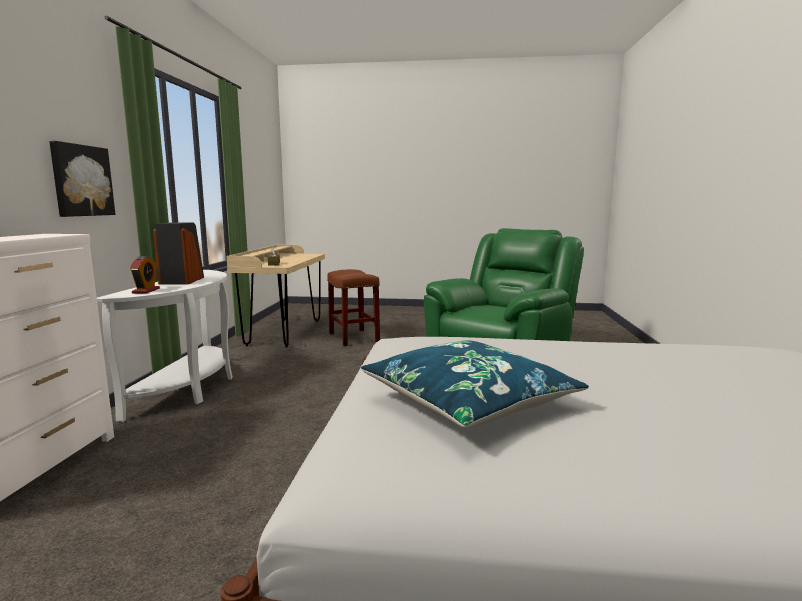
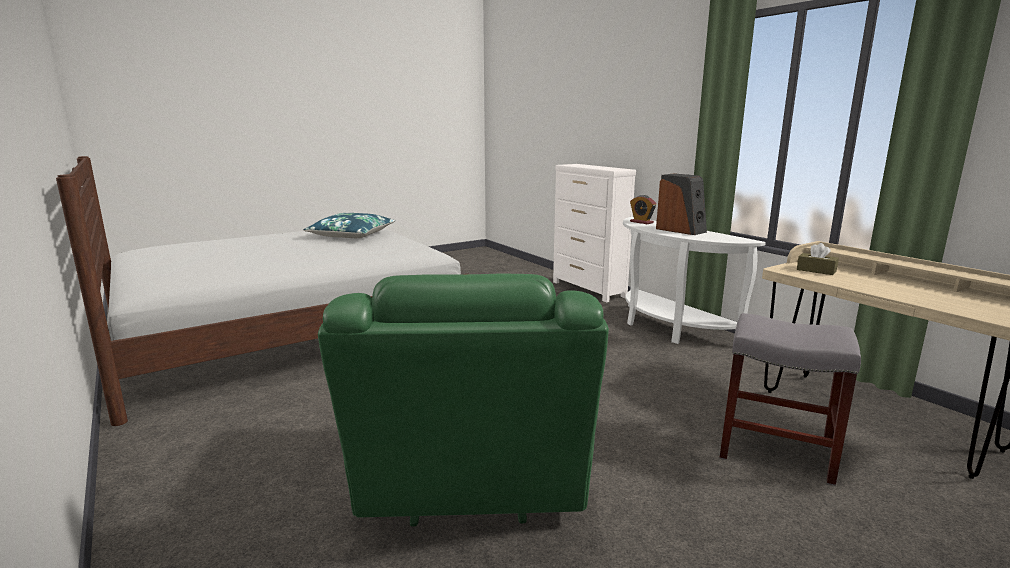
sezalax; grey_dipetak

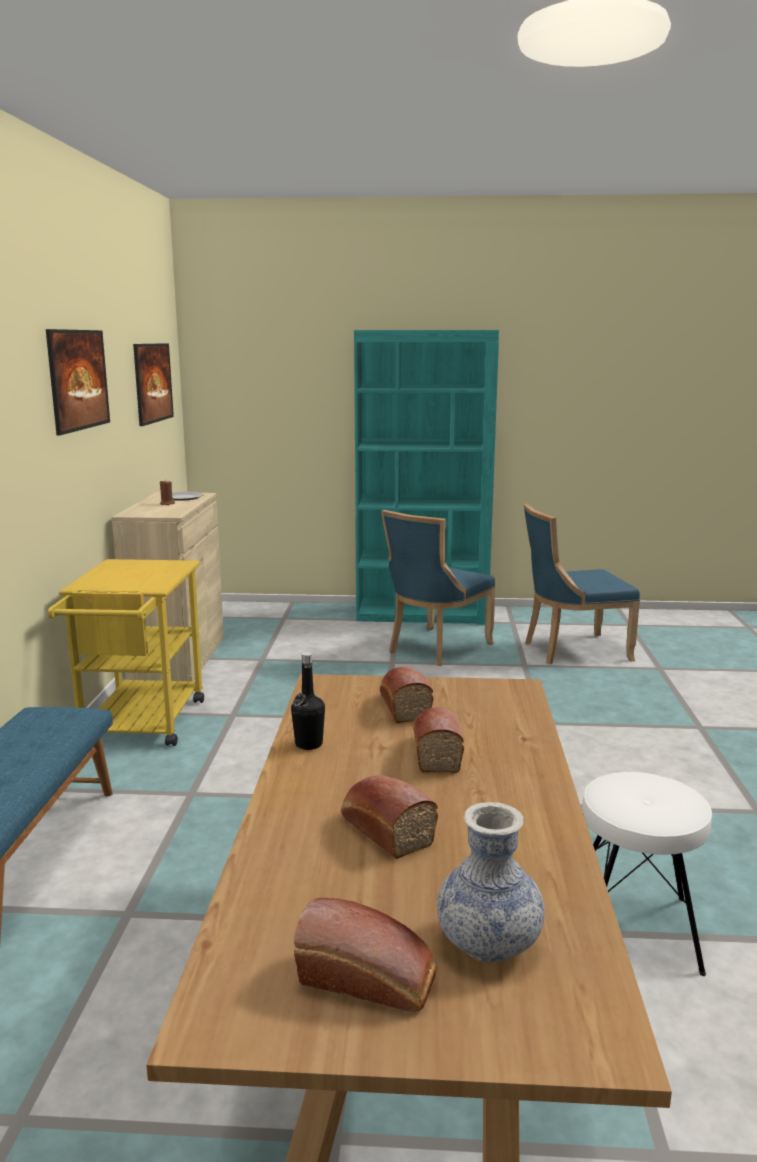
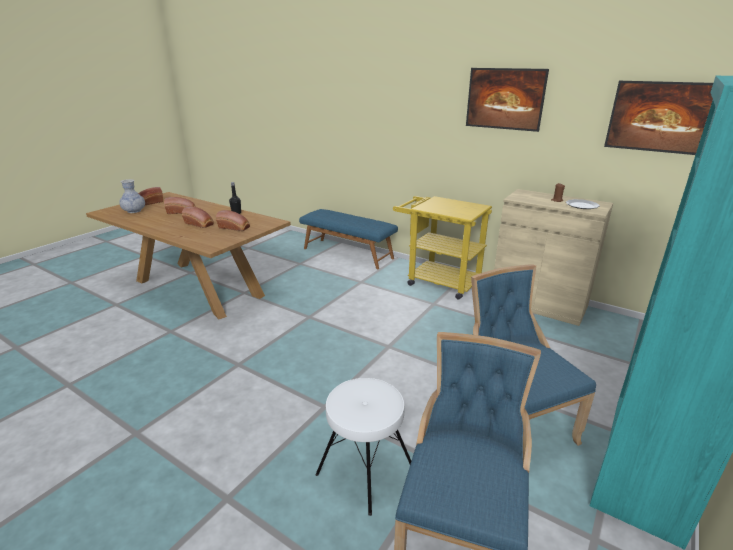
white_dipetak

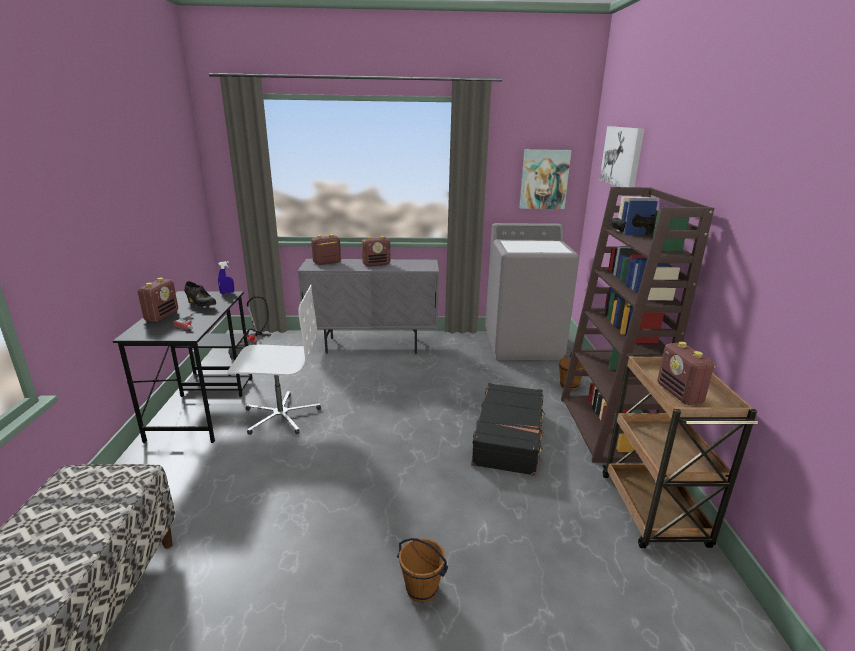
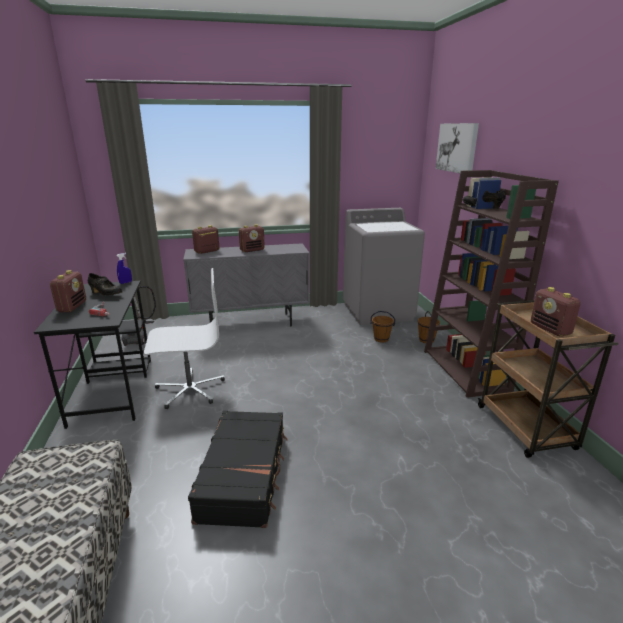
sezalax (1st from left in the first image); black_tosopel; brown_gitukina (1st from left)

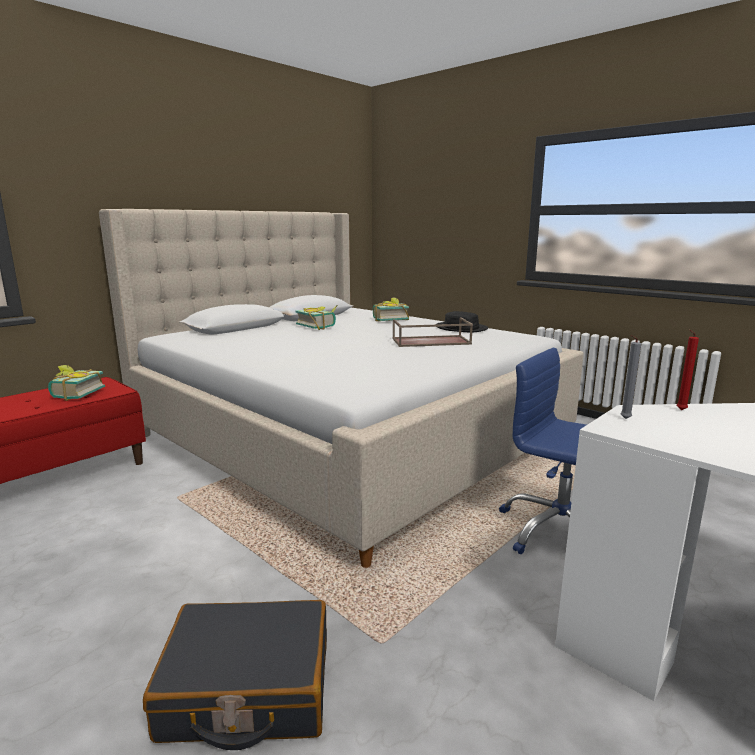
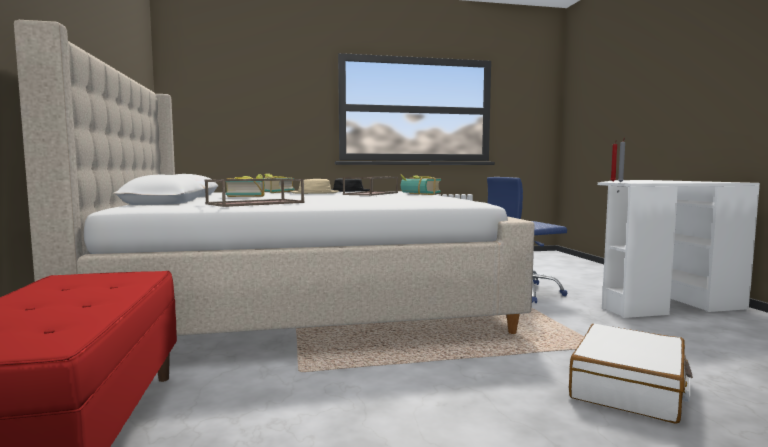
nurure (3rd from left); white_tosopel; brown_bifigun (1st from left); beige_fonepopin

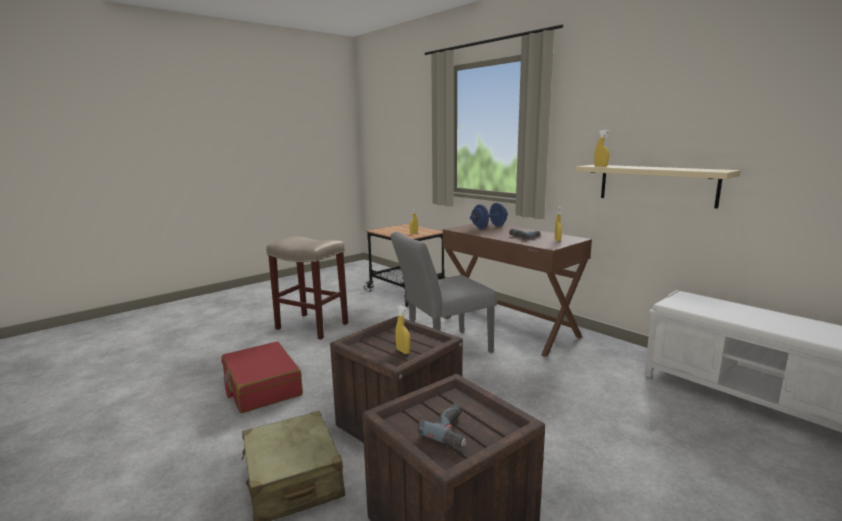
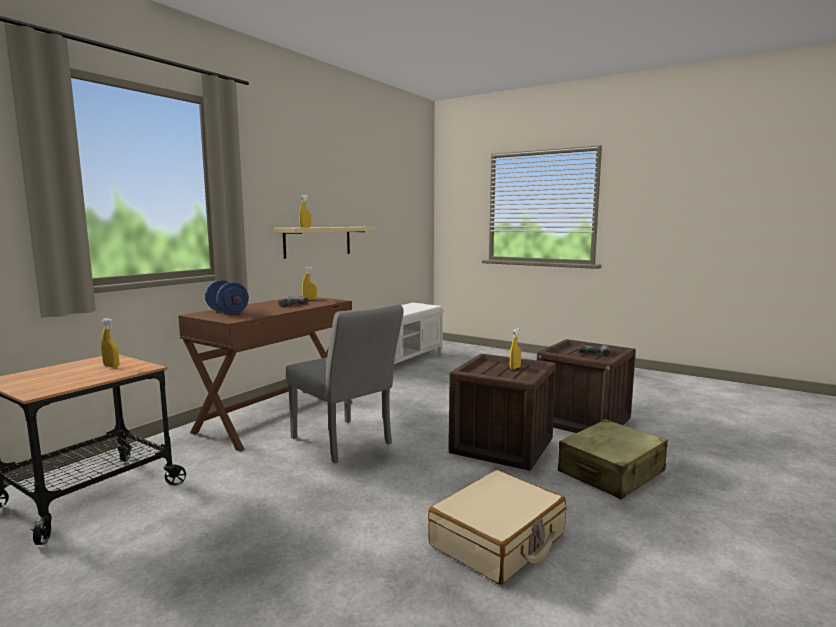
beige_dipetak; beige_tosopel (1st from left)

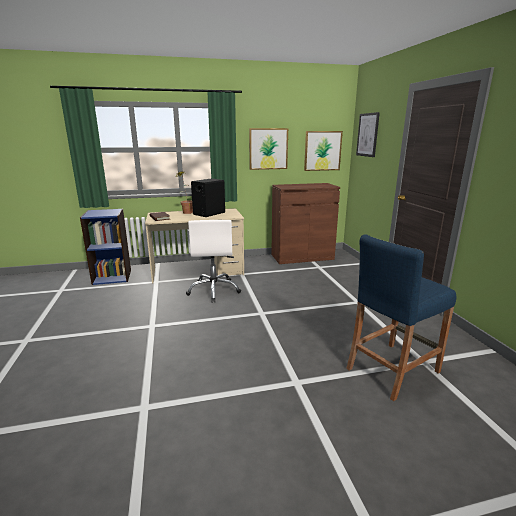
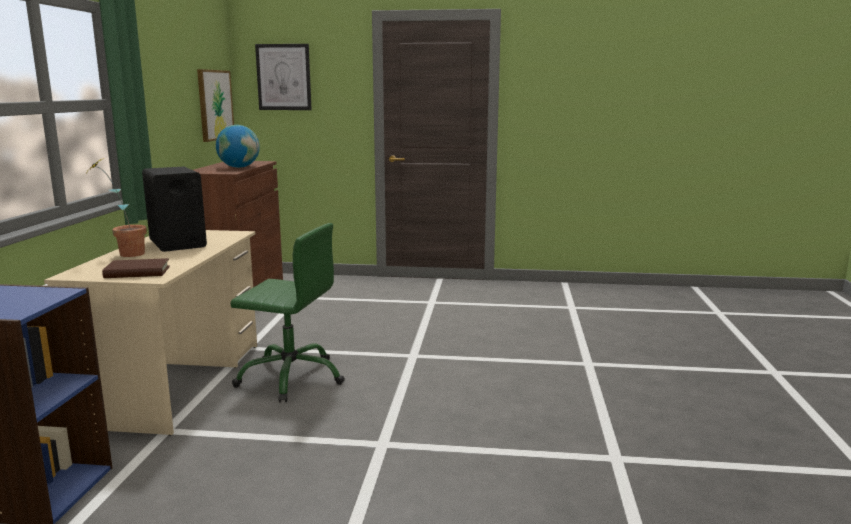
sezalax (1st from left in the first image); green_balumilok; blue_dipetak; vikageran

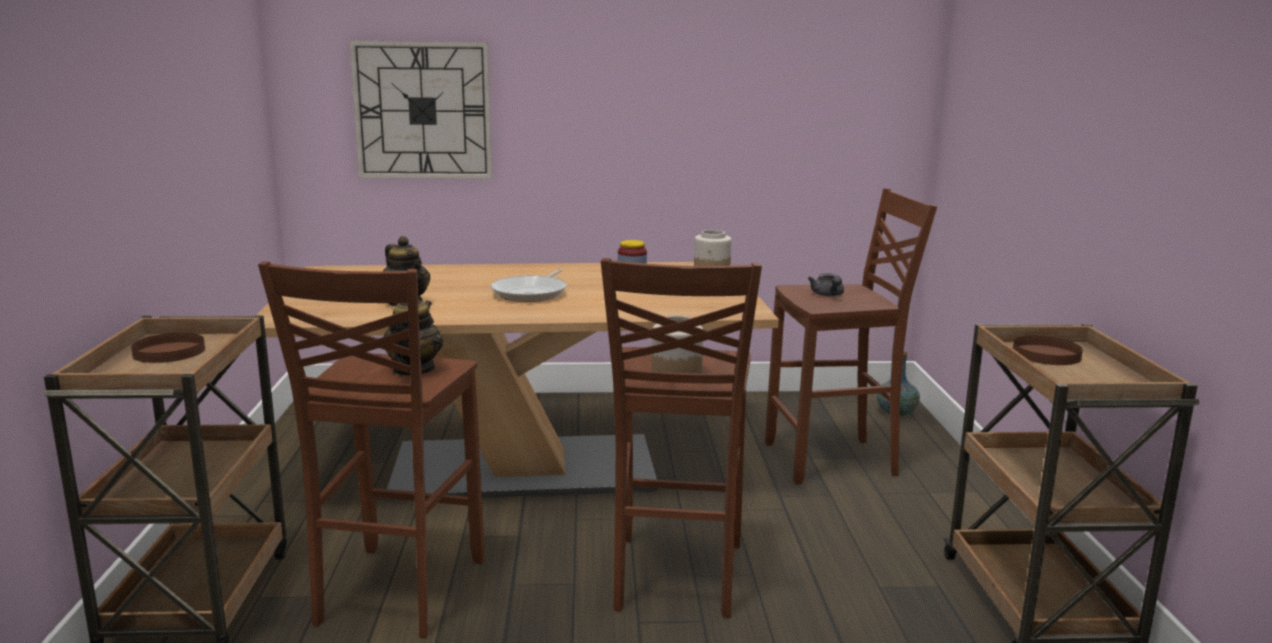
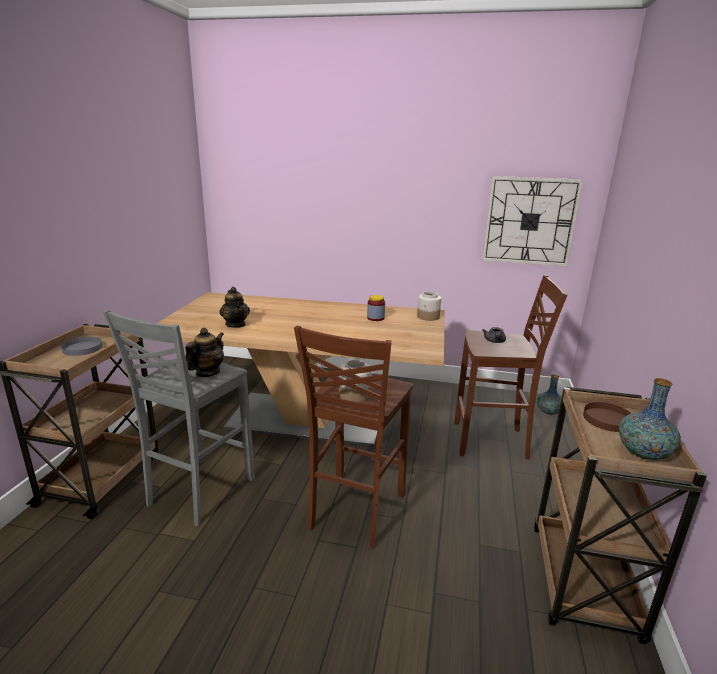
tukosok; grey_dipetak; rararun; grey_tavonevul; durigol (2nd from left)

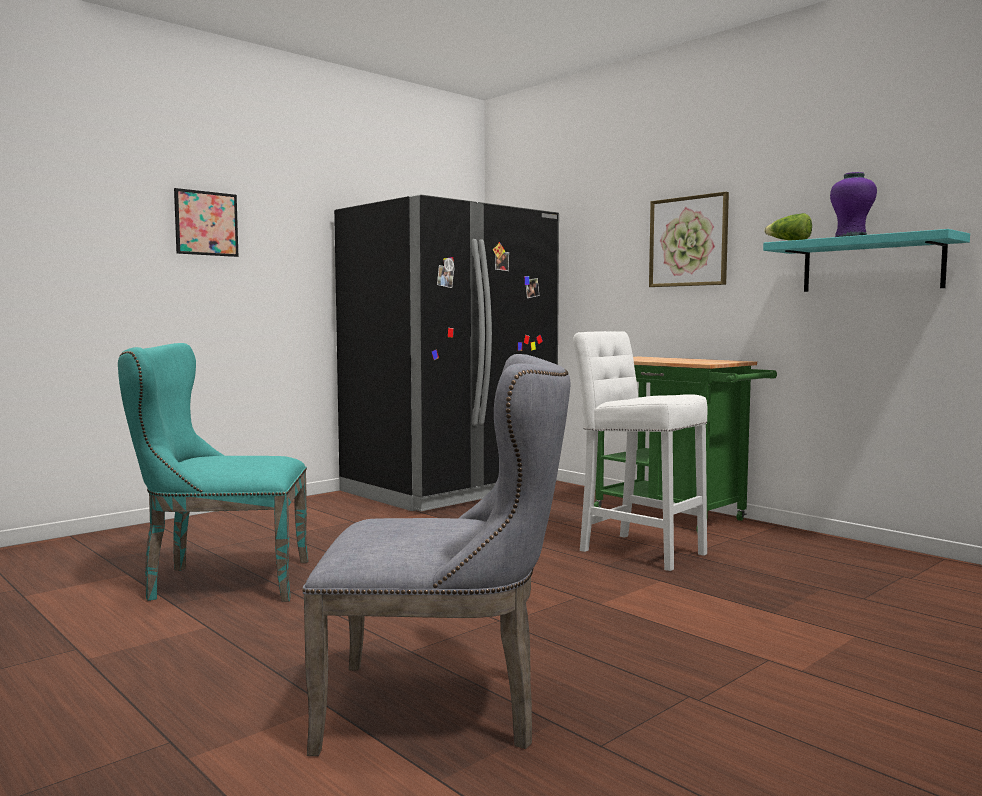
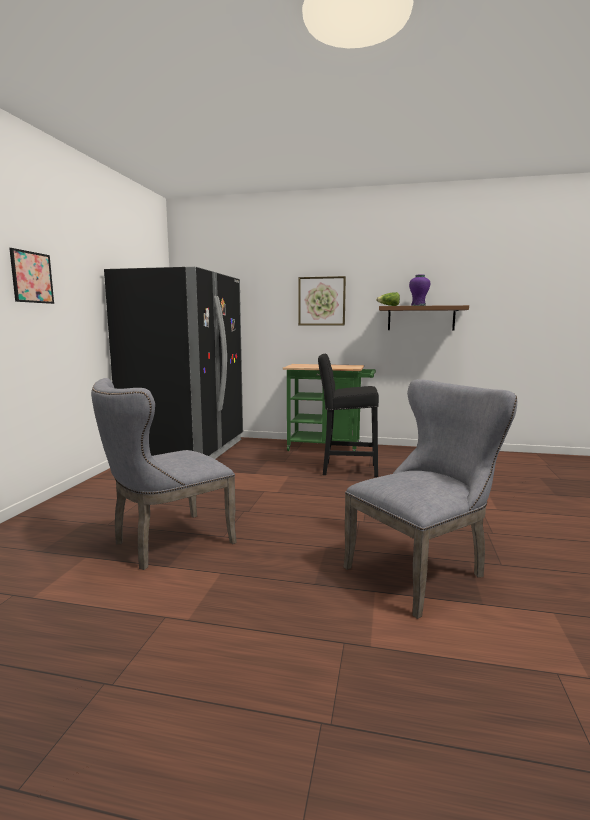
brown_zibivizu; black_dipetak; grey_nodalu (1st from left)

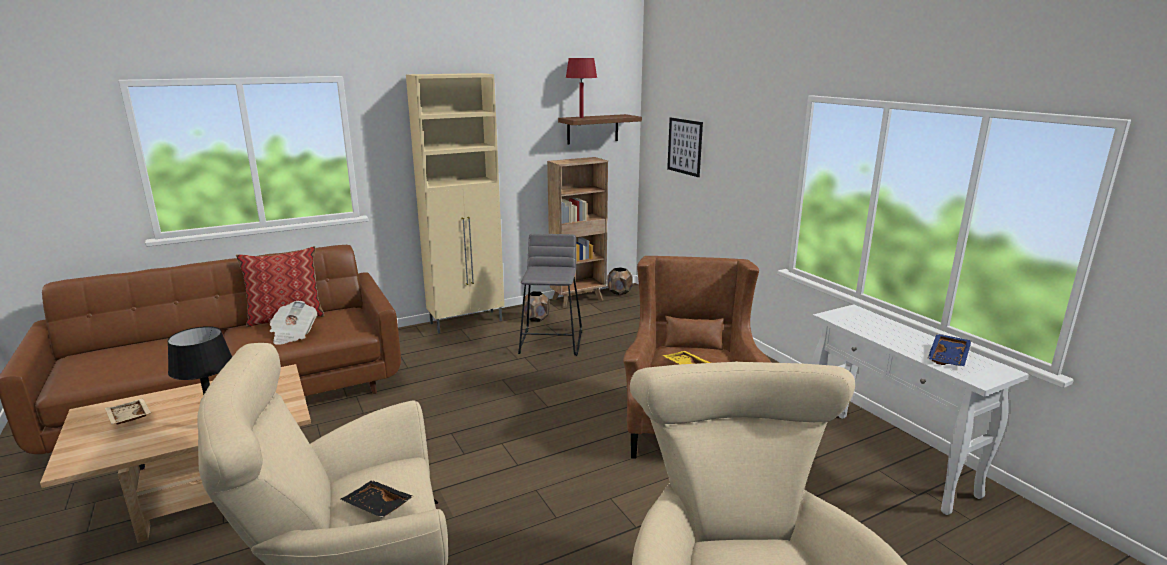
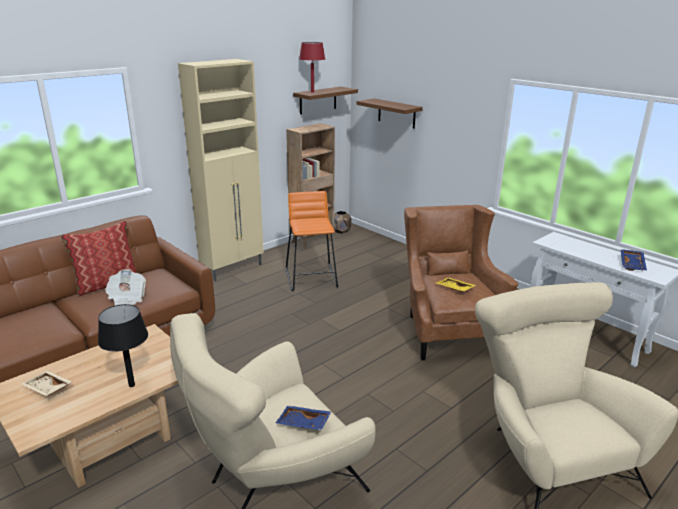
brown_zibivizu (2nd from left); orange_dipetak; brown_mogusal (1st from left in the first image); blue_bifigun (1st from left)

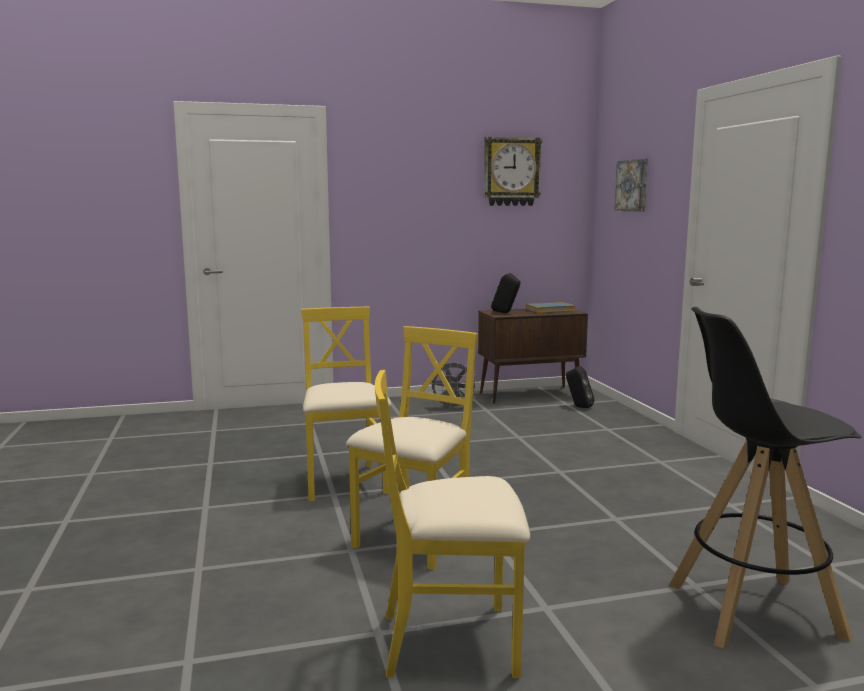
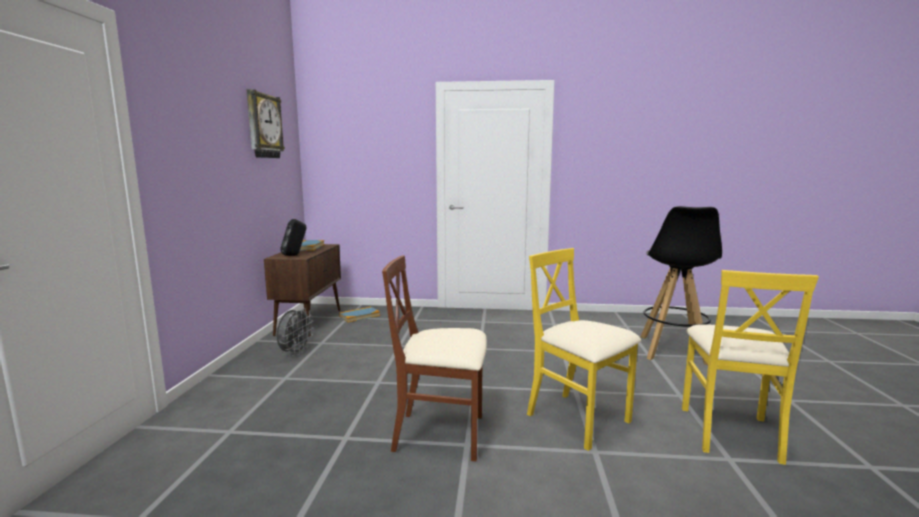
sezalax; brown_nodalu; nurure (2nd from left)

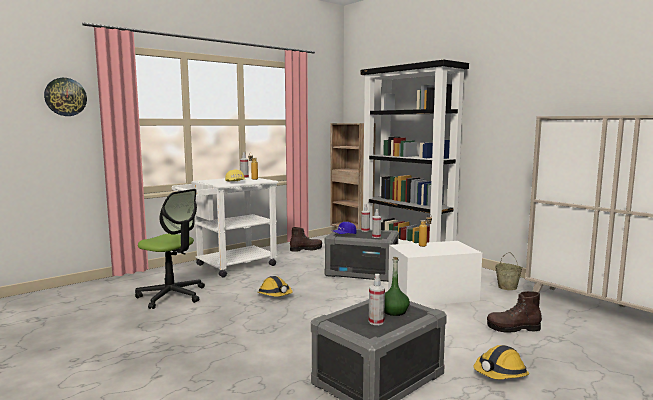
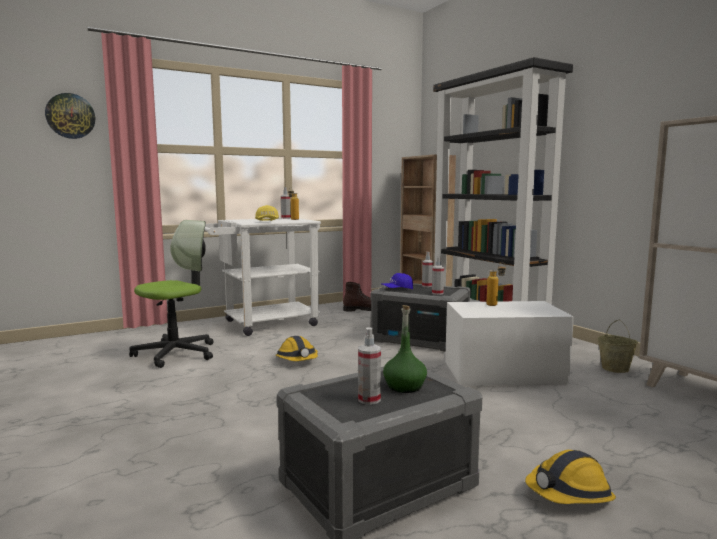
balumilok; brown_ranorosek (2nd from left in the first image)

